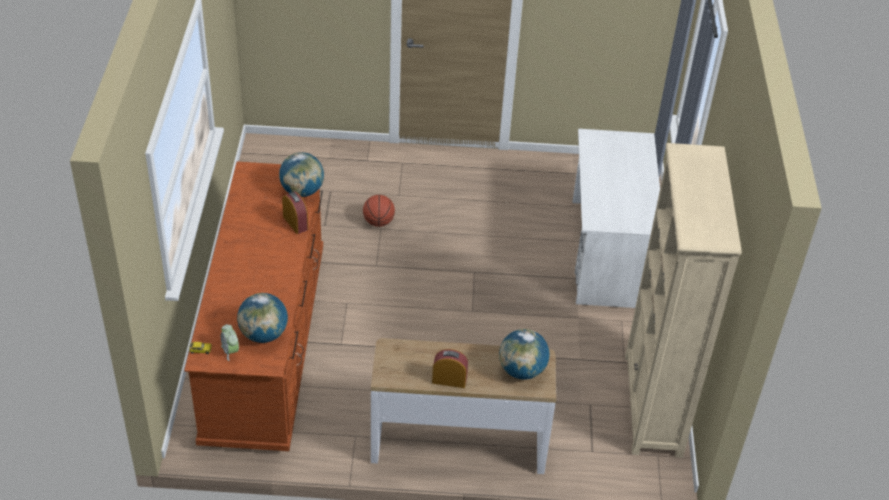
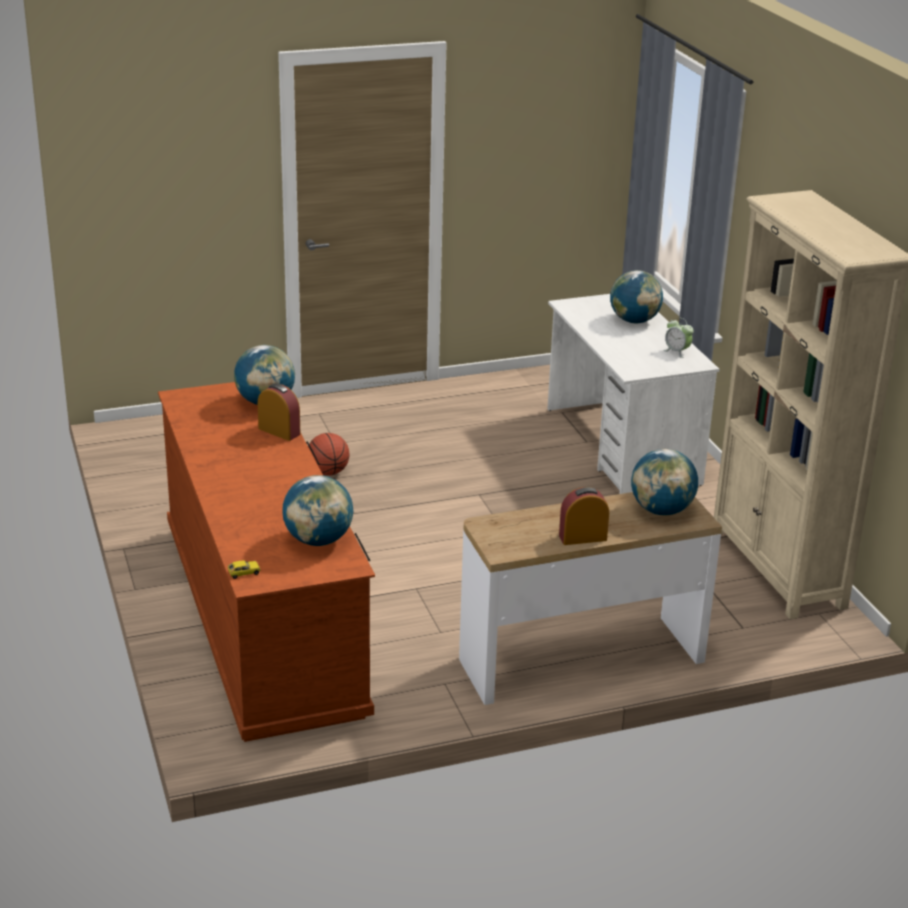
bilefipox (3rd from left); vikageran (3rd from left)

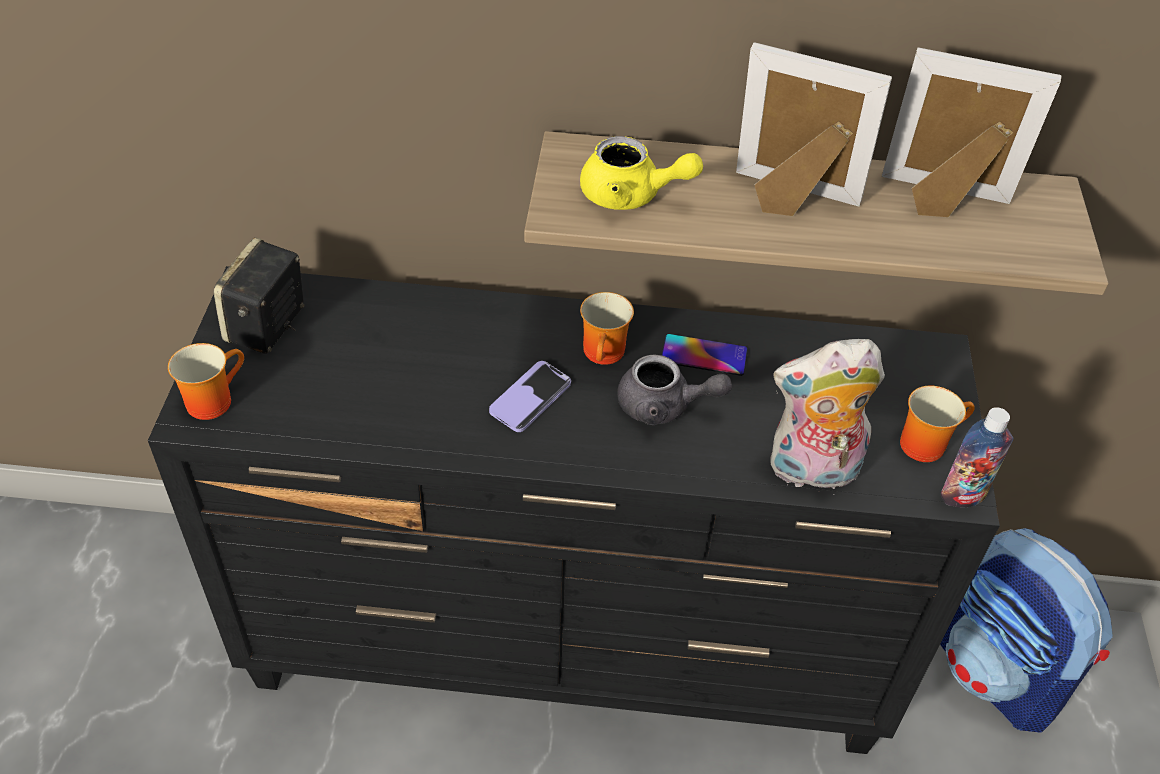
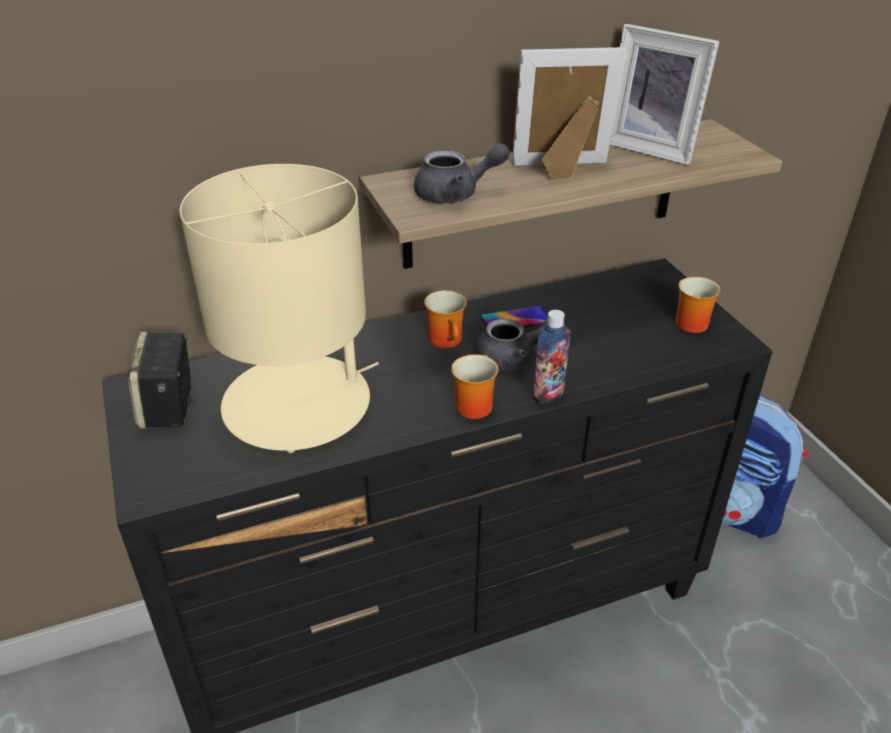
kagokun (2nd from left); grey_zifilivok (1st from left); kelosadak; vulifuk (2nd from left); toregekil (1st from left in the first image); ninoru; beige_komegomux

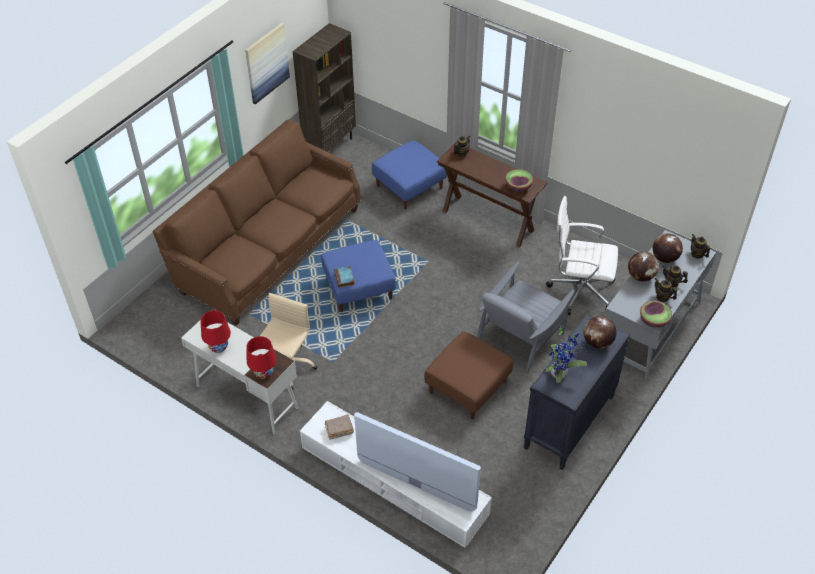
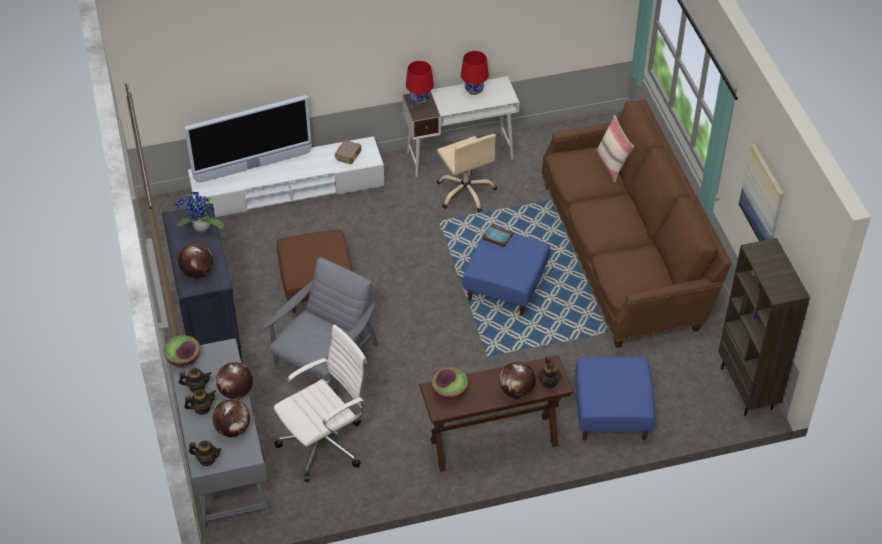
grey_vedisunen; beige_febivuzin; vikageran (4th from left)

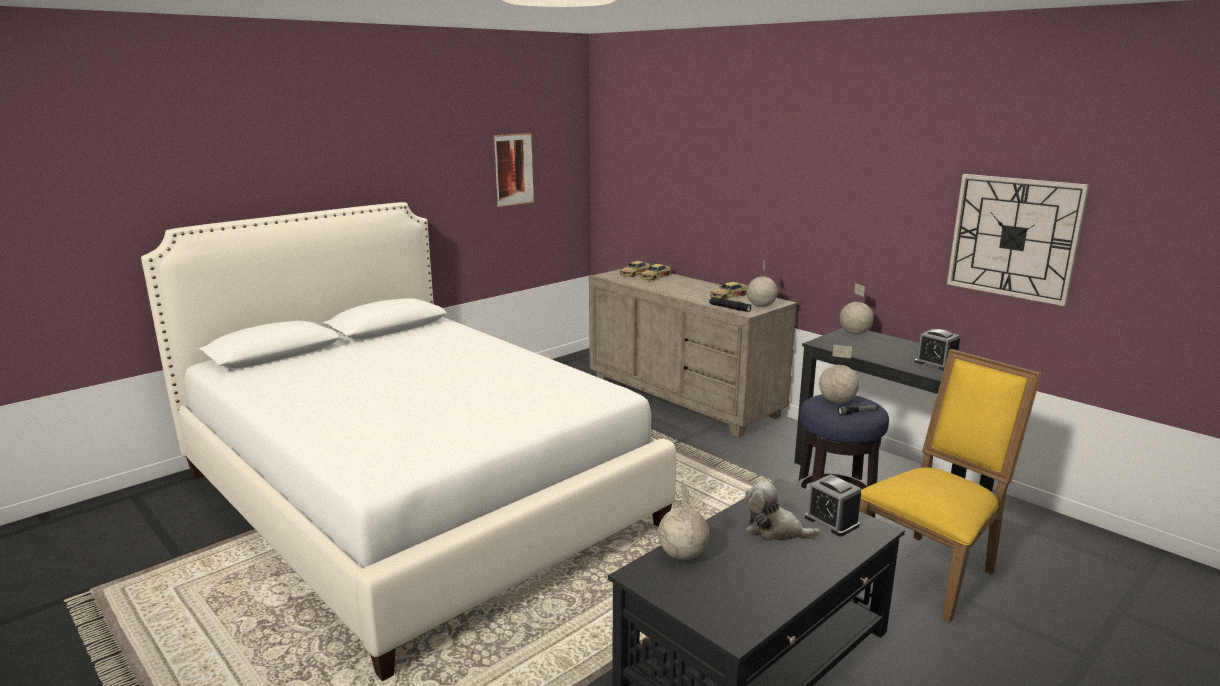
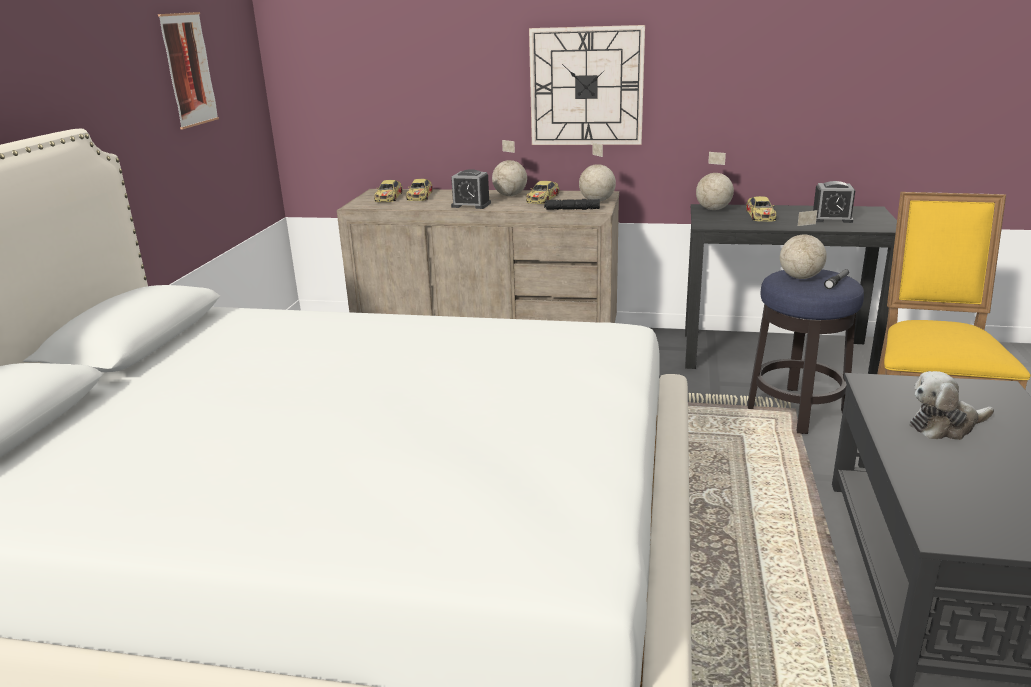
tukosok; bilefipox (1st from left); vikageran (1st from left); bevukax (4th from left)

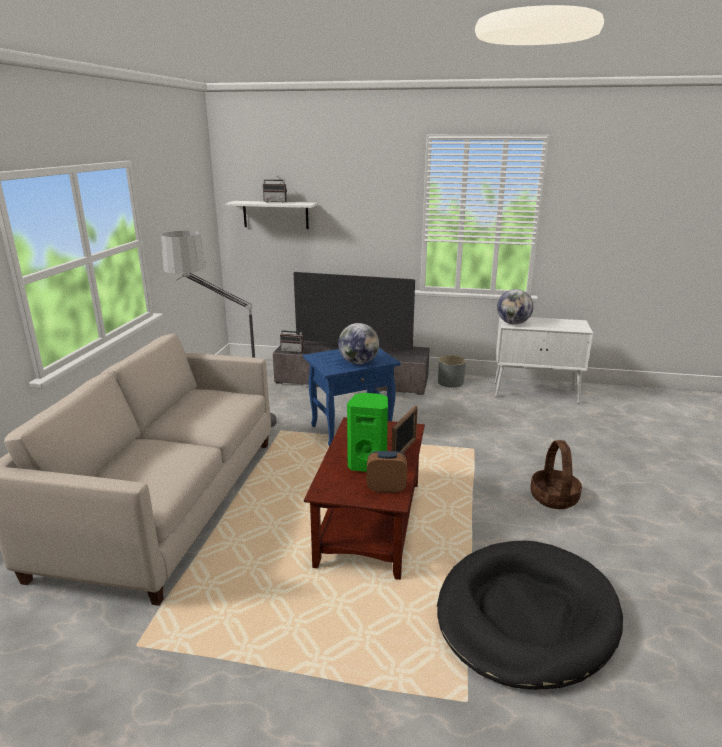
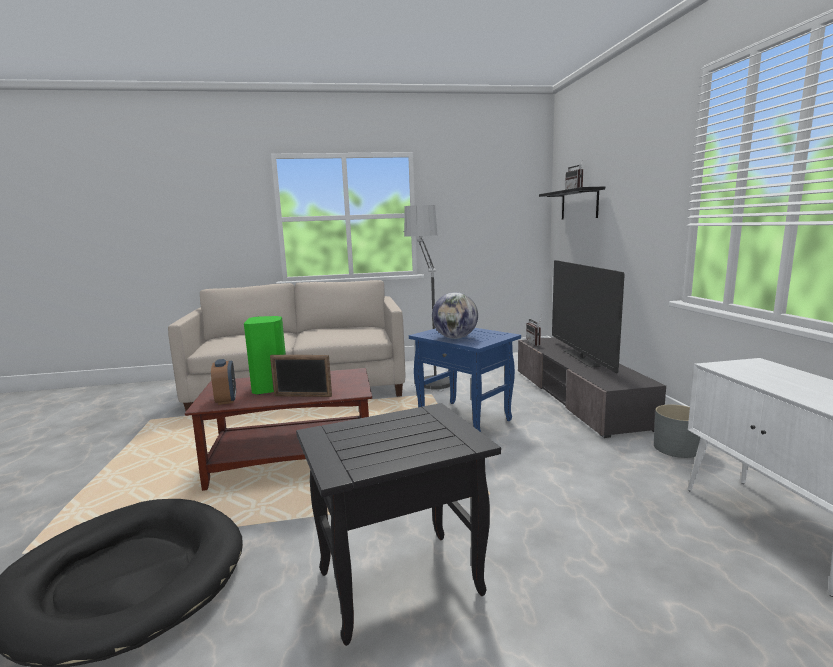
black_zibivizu; vikageran (2nd from left in the first image); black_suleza

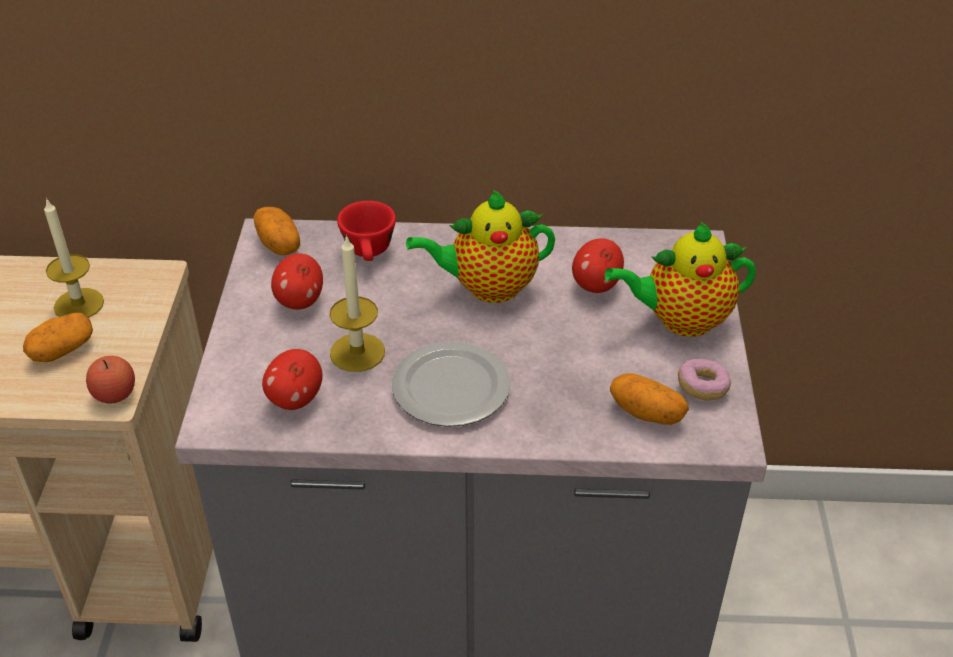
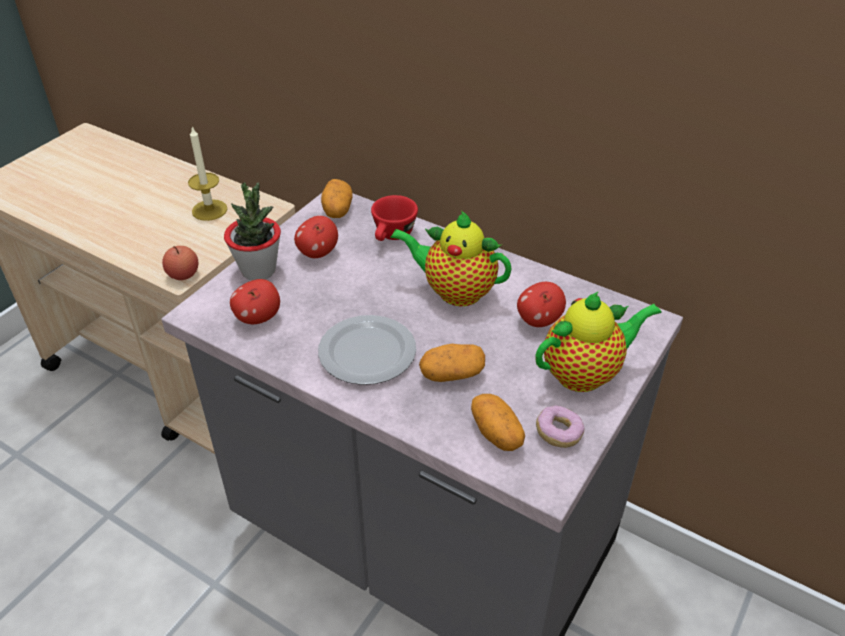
zifilivok (2nd from left); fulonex (2nd from left in the first image); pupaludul (2nd from left); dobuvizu

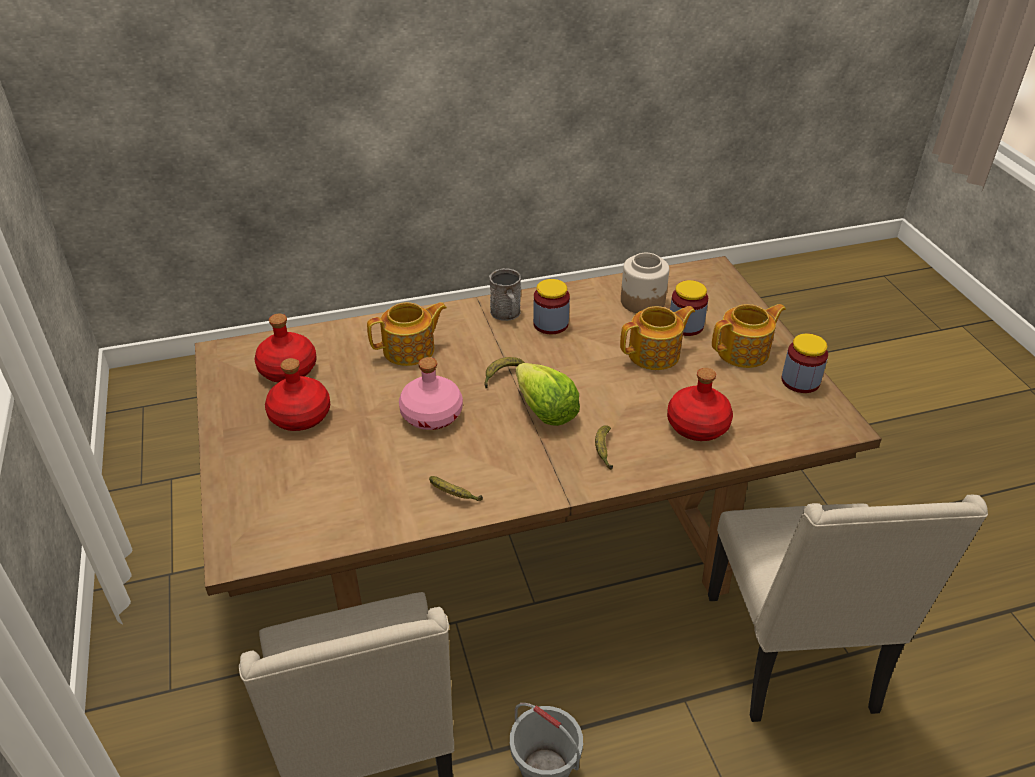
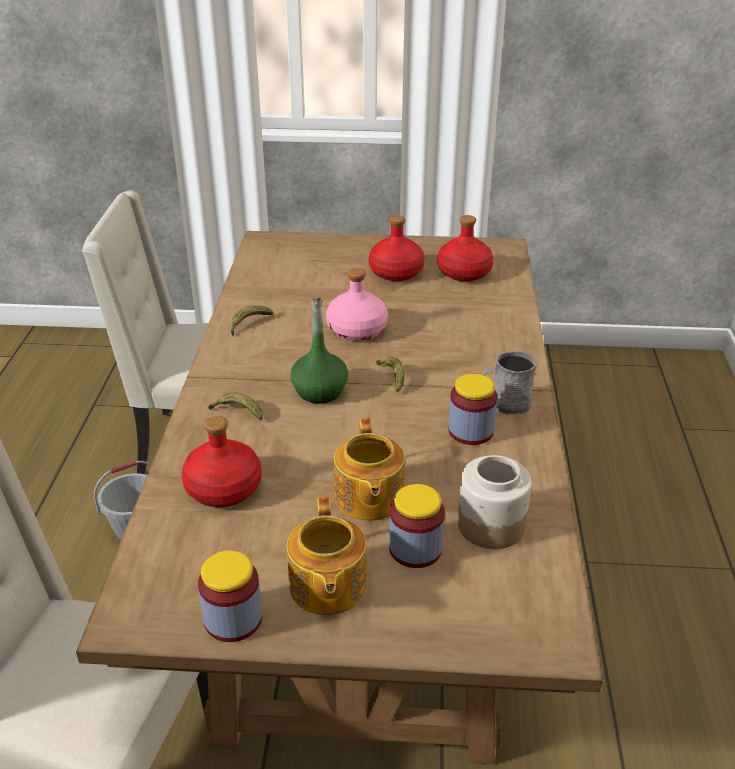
zifilivok (1st from left in the first image); green_ninoru

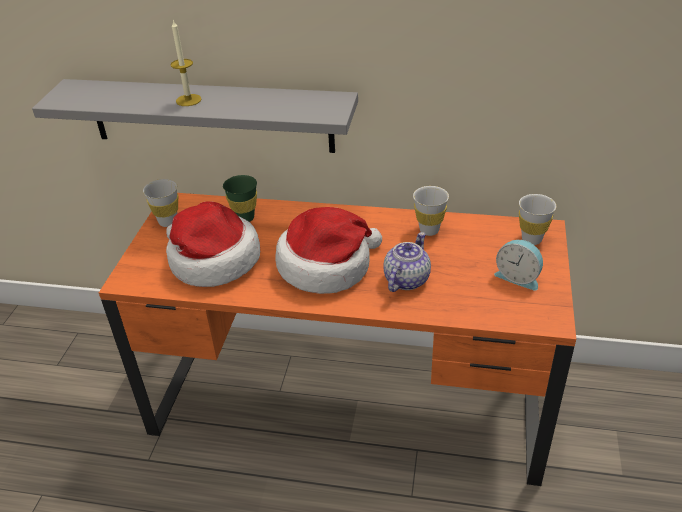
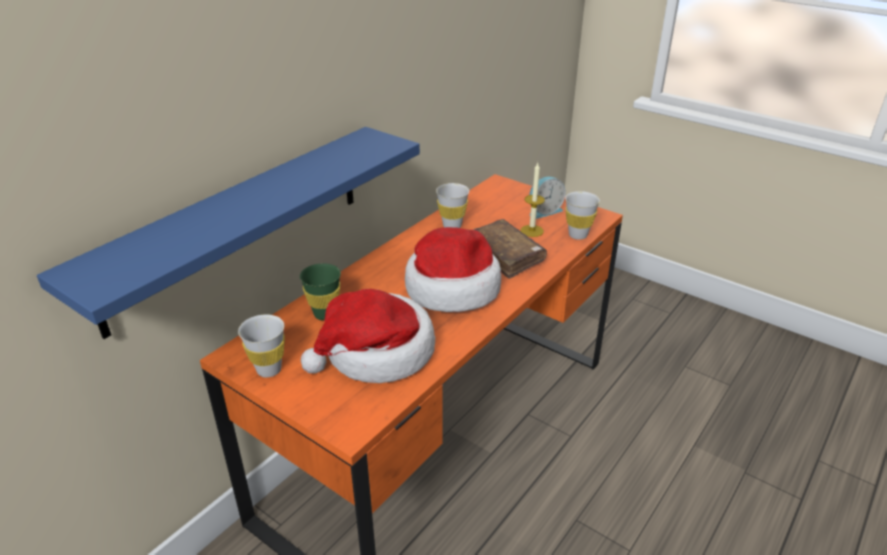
fulonex; blue_zibivizu; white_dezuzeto (3rd from left); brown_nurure

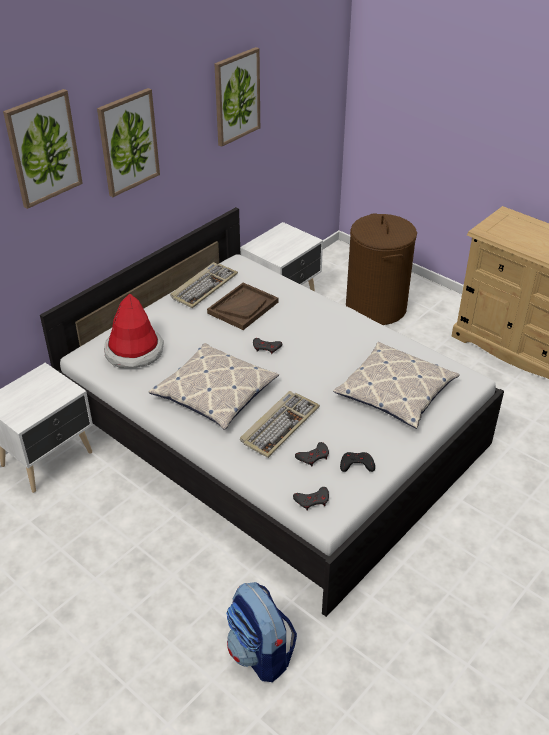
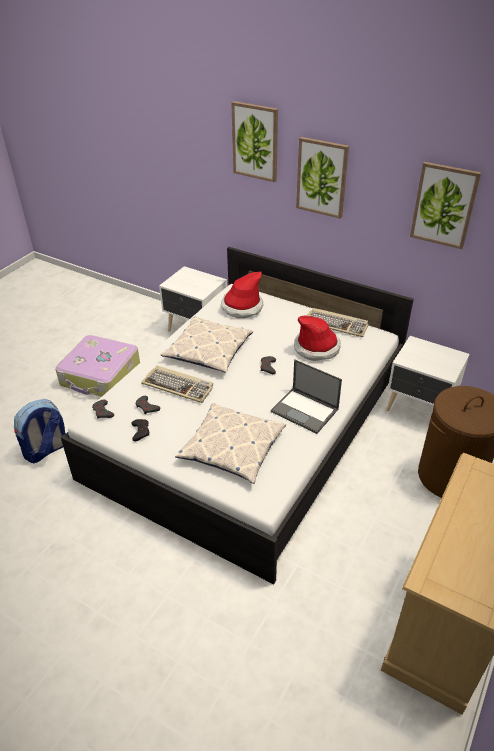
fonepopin (2nd from left); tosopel; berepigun

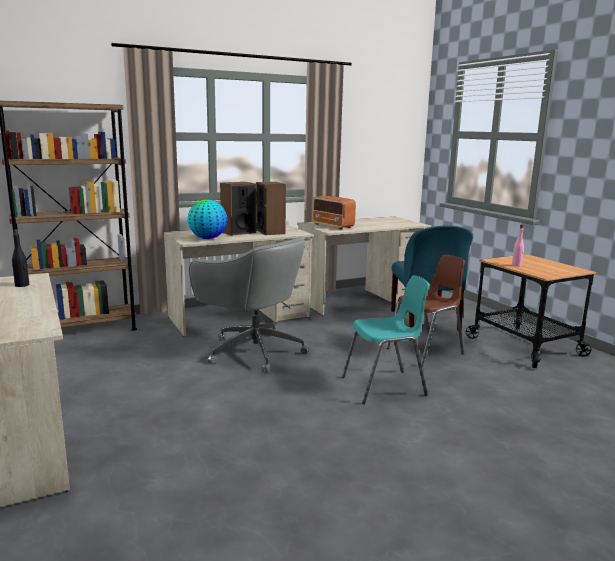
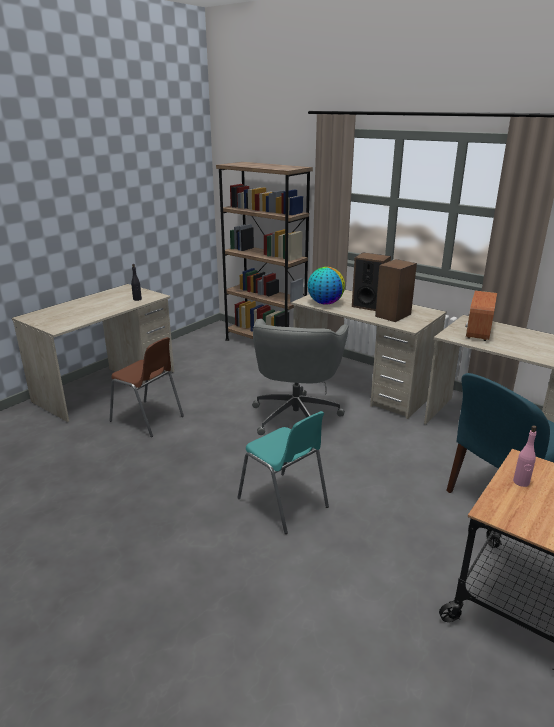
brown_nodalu

